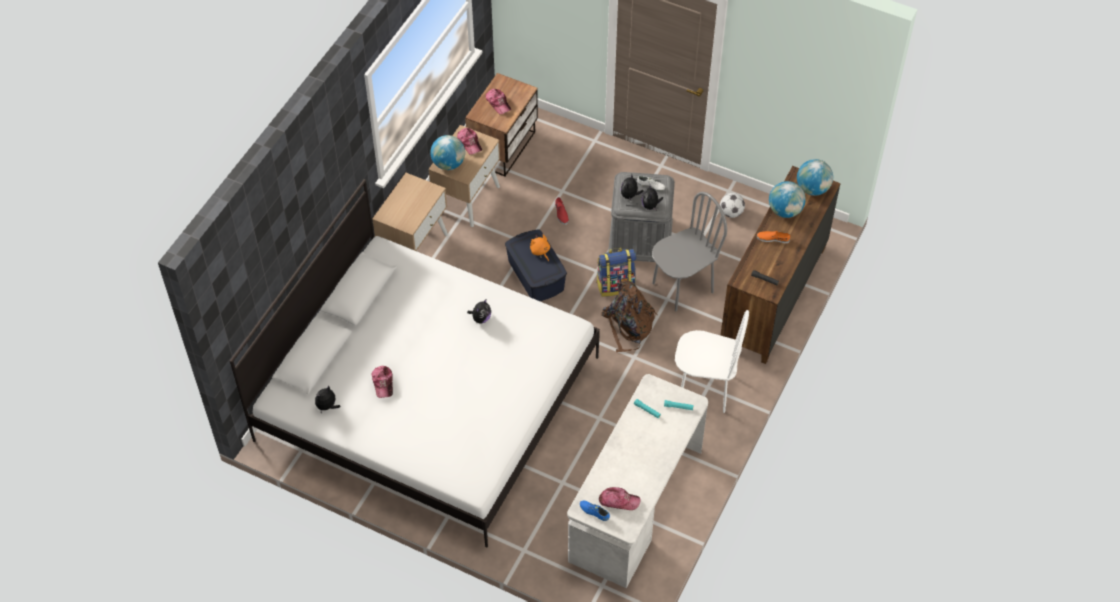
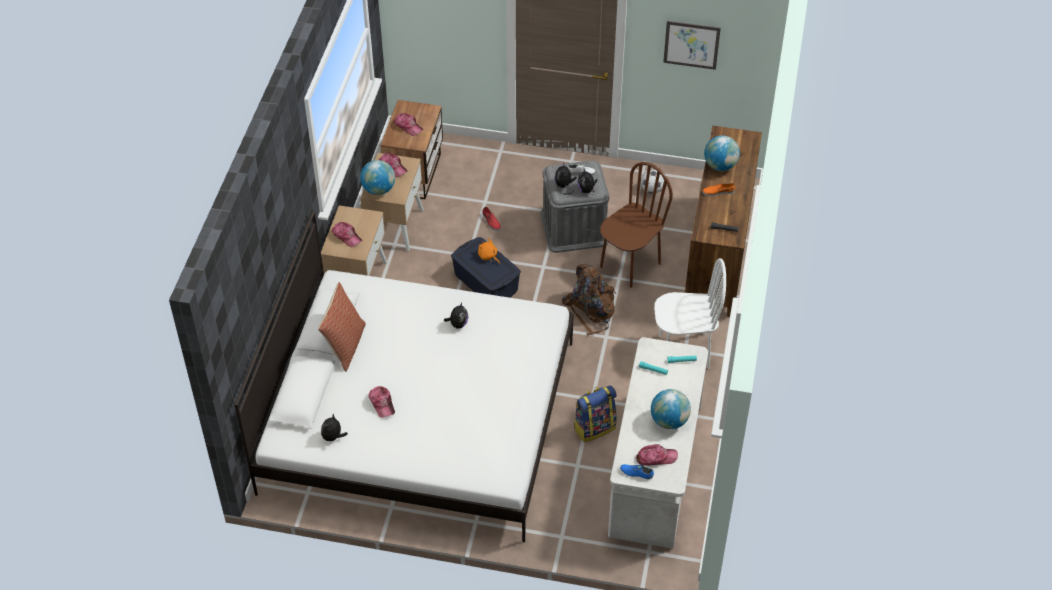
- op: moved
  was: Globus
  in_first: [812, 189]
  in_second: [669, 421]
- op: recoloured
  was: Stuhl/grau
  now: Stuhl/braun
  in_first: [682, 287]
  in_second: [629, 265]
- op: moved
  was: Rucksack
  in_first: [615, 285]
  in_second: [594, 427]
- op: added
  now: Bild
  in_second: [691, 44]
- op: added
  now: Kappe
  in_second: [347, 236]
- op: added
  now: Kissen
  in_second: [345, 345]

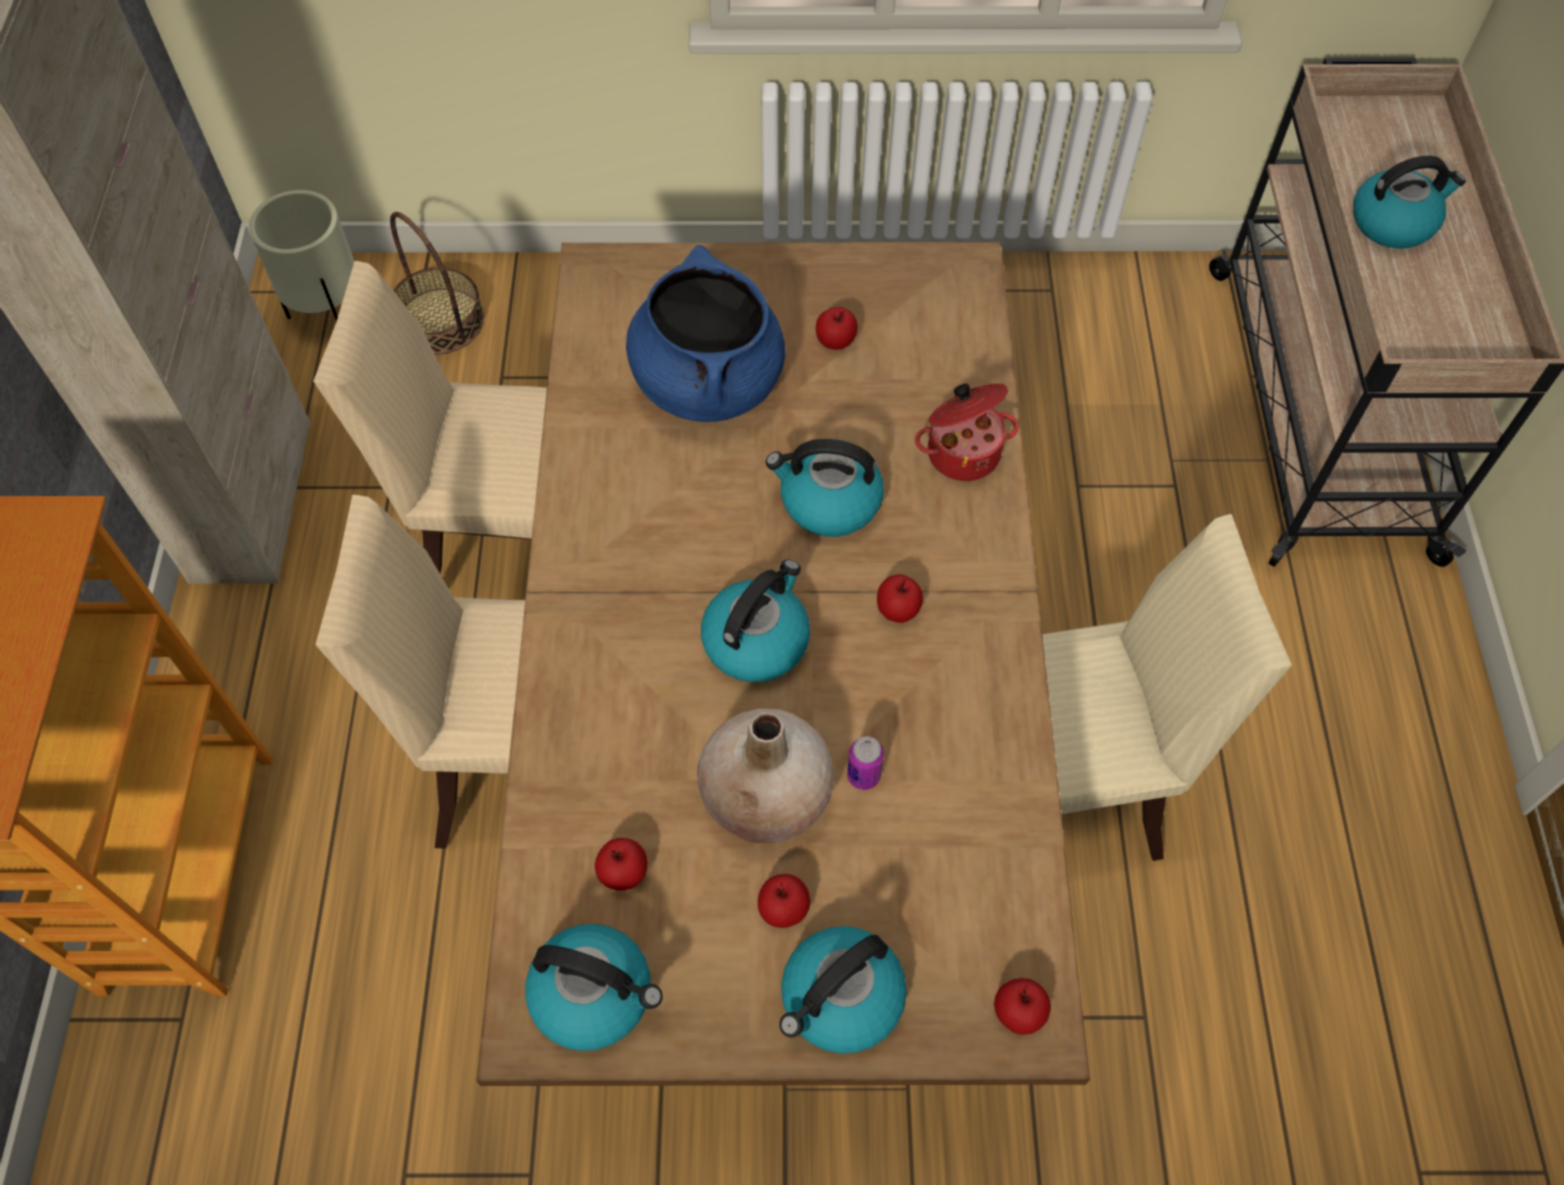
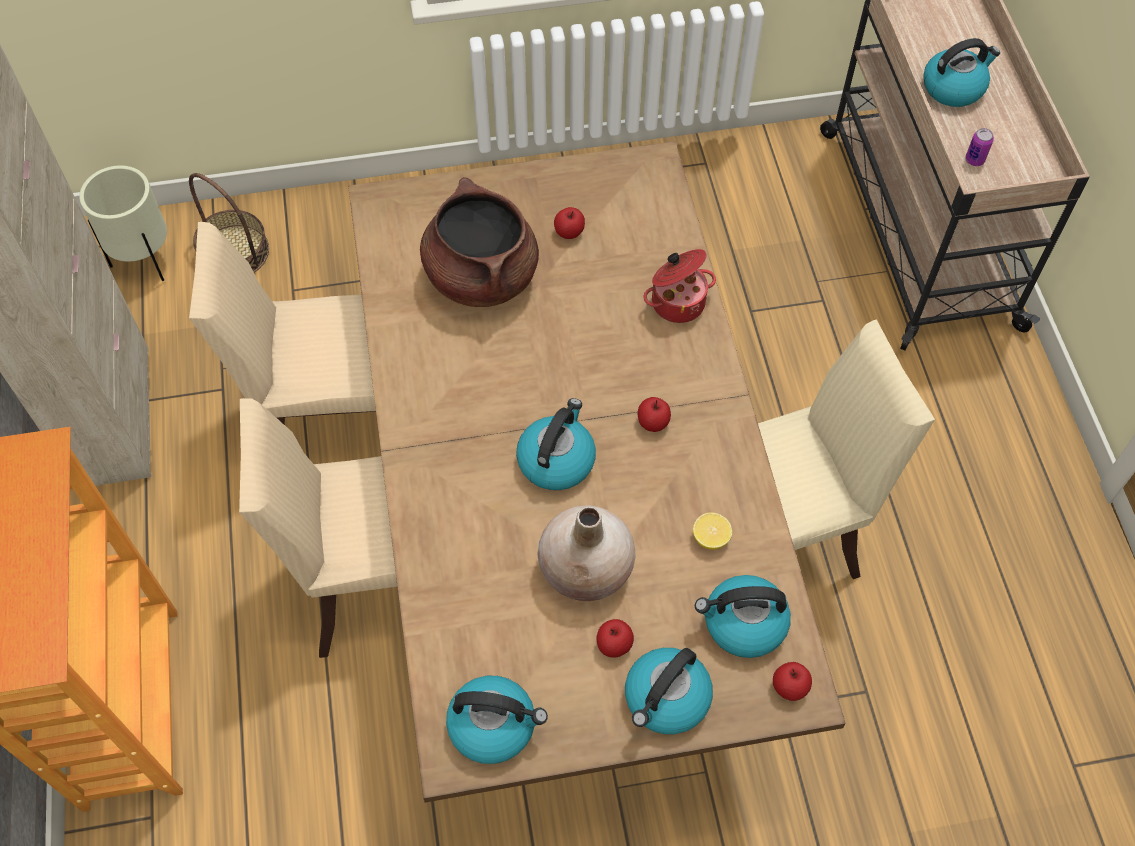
- op: recoloured
  was: Kochtopf/blau
  now: Kochtopf/braun
  in_first: [707, 382]
  in_second: [481, 276]
- op: moved
  was: Wasserkessel
  in_first: [828, 502]
  in_second: [743, 624]
- op: moved
  was: Dose
  in_first: [863, 775]
  in_second: [974, 160]
- op: removed
  was: Apfel
  in_first: [623, 872]
- op: added
  now: Zitrone
  in_second: [710, 538]

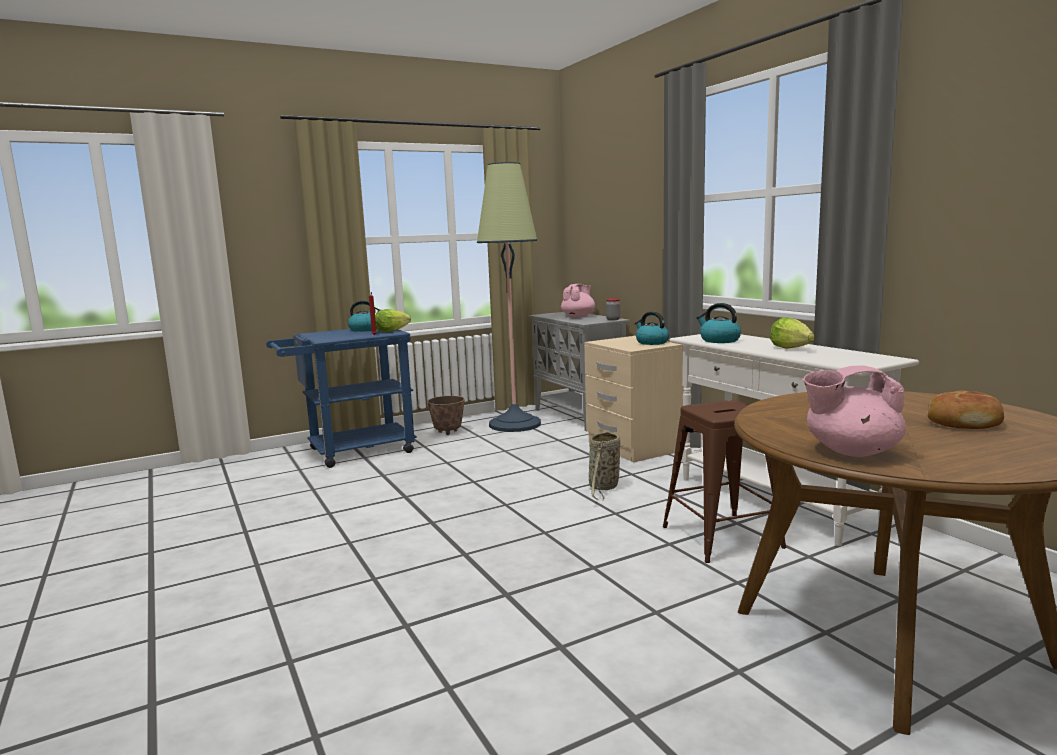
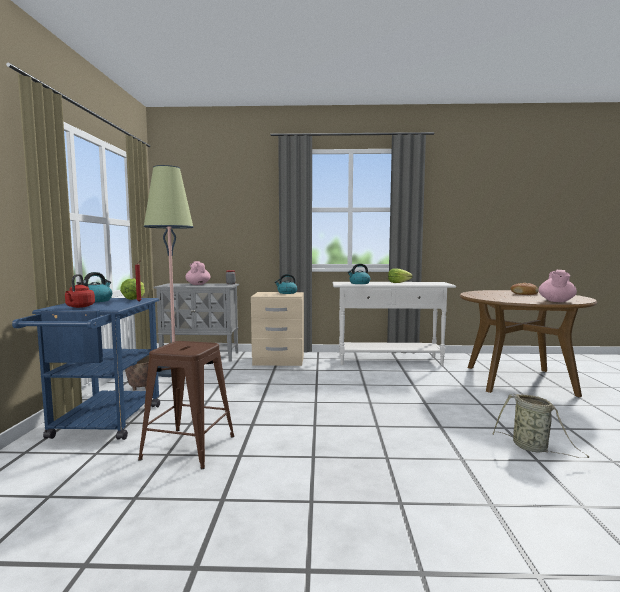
- op: moved
  was: Hocker/braun
  in_first: [721, 537]
  in_second: [189, 447]
- op: moved
  was: Korb
  in_first: [603, 487]
  in_second: [532, 448]
- op: added
  now: Wasserkessel/rot
  in_second: [79, 307]

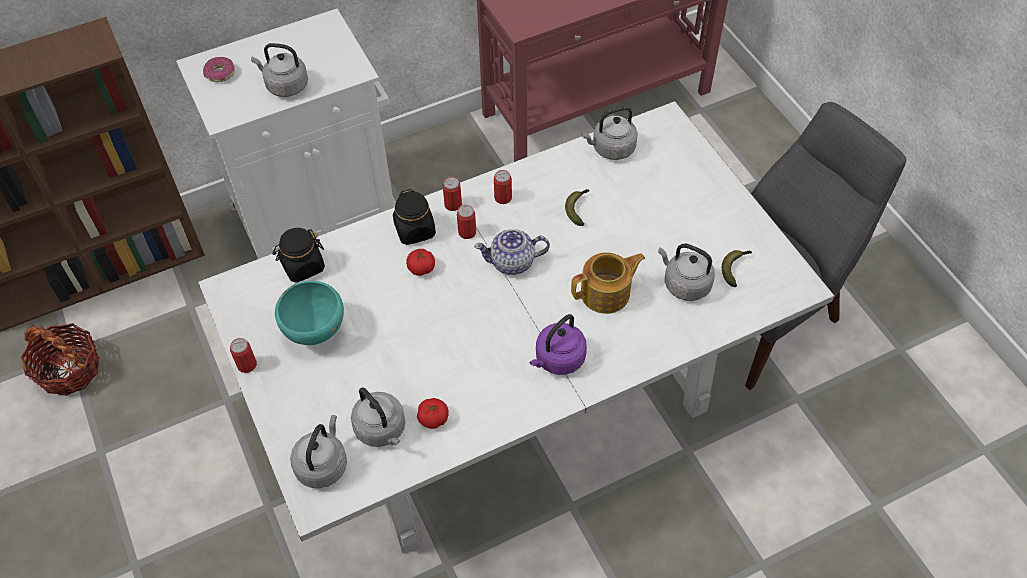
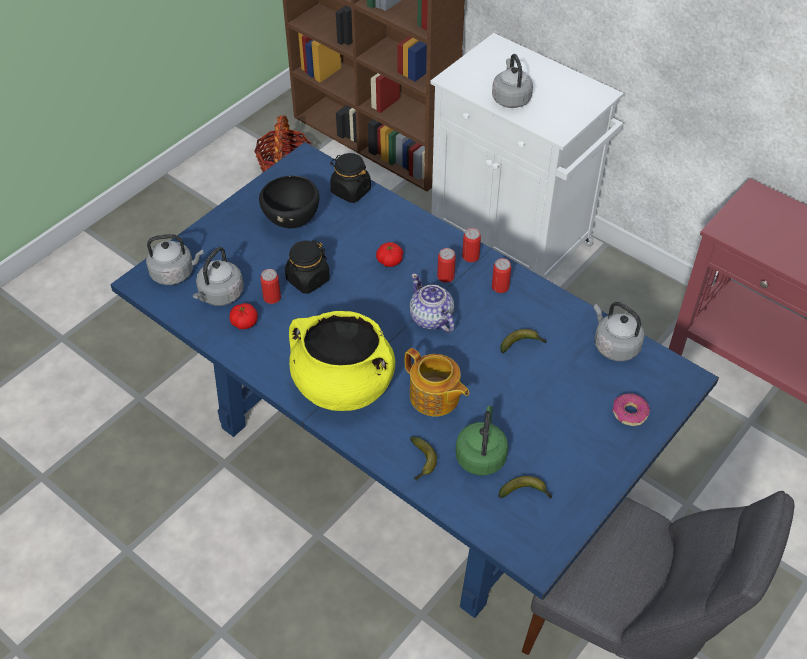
- op: moved
  was: Donut
  in_first: [220, 74]
  in_second: [629, 413]
- op: recoloured
  was: Esstisch/weiß
  now: Esstisch/blau
  in_first: [514, 402]
  in_second: [401, 452]
- op: moved
  was: Vorratsglas/schwarz
  in_first: [415, 230]
  in_second: [307, 280]
- op: recoloured
  was: Wasserkessel/grau
  now: Wasserkessel/grün
  in_first: [684, 284]
  in_second: [481, 455]
- op: recoloured
  was: Schüssel/türkis
  now: Schüssel/schwarz
  in_first: [315, 331]
  in_second: [292, 222]
- op: replaced
  was: Wasserkessel/lila
  now: Kochtopf/gelb
  in_first: [558, 359]
  in_second: [343, 385]
- op: moved
  was: Dose
  in_first: [247, 365]
  in_second: [272, 297]
- op: added
  now: Banane
  in_second: [421, 462]

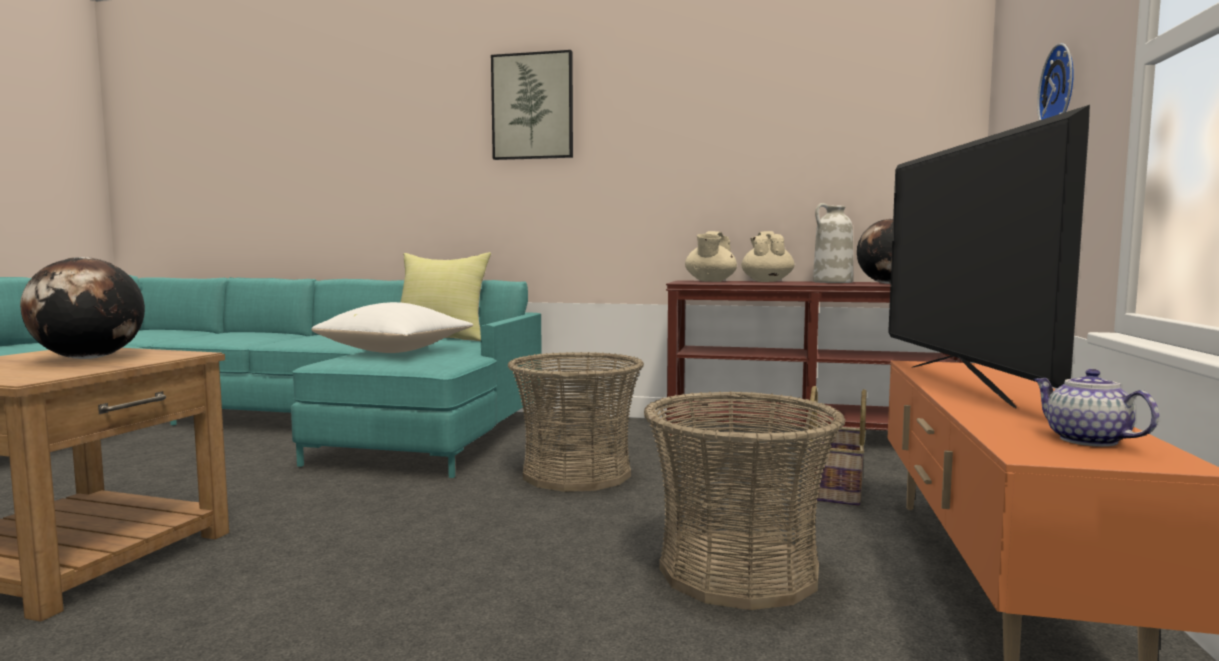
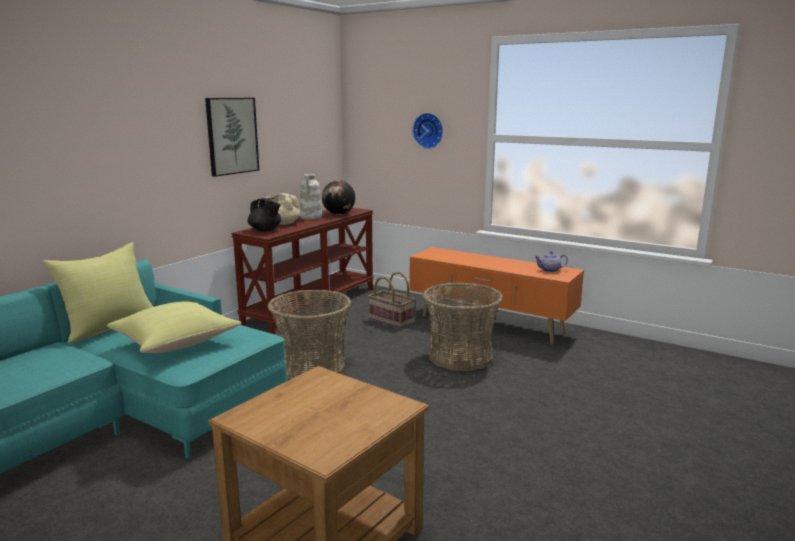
- op: moved
  was: Bild
  in_first: [533, 106]
  in_second: [232, 136]
- op: removed
  was: Fernseher
  in_first: [959, 385]
- op: recoloured
  was: Teekanne/beige
  now: Teekanne/schwarz
  in_first: [710, 281]
  in_second: [265, 230]
- op: removed
  was: Globus
  in_first: [89, 358]
- op: recoloured
  was: Kissen/weiß
  now: Kissen/gelb
  in_first: [396, 351]
  in_second: [176, 343]

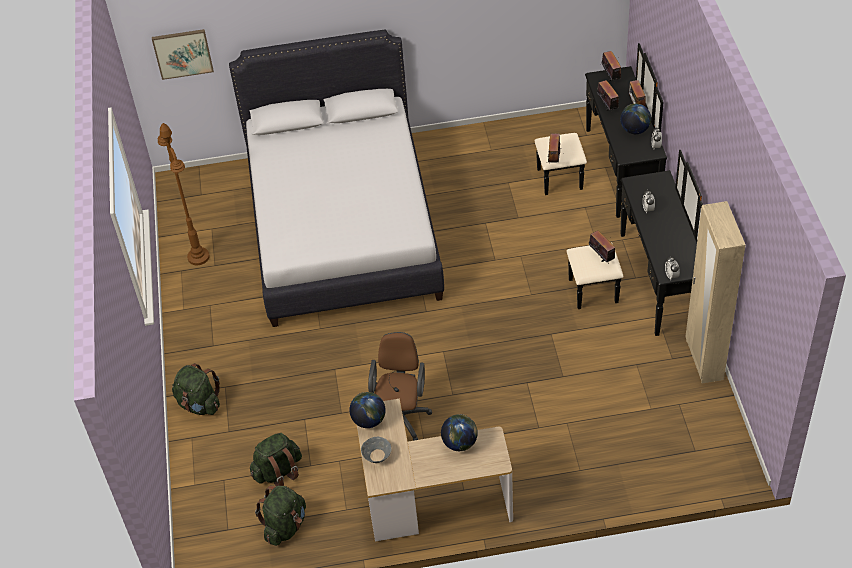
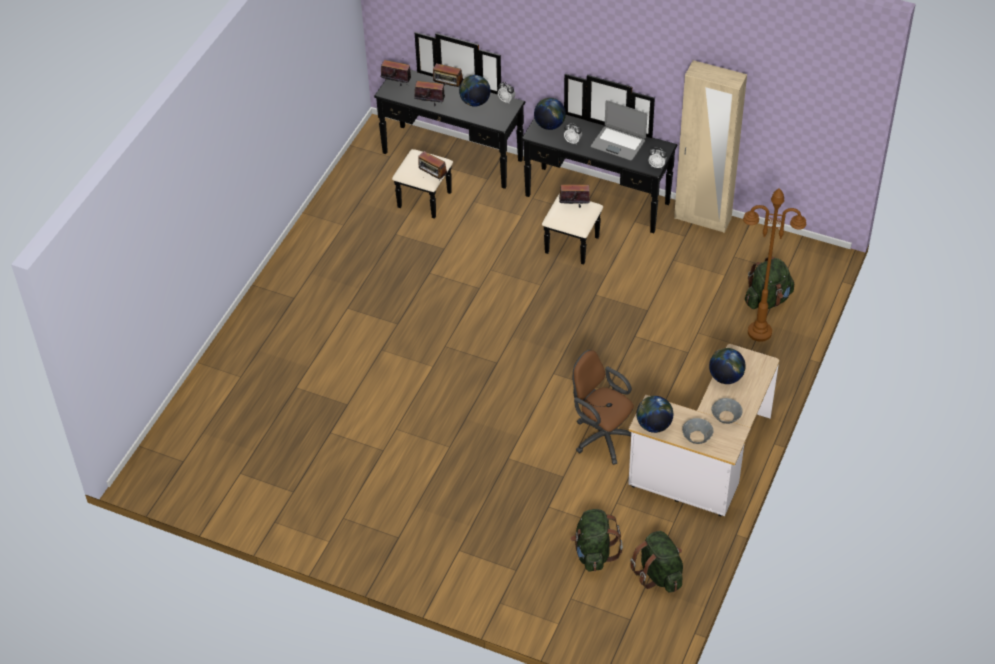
- op: removed
  was: Bild
  in_first: [182, 53]
- op: removed
  was: Bett/weiß
  in_first: [342, 226]
- op: moved
  was: Stehlampe/braun
  in_first: [198, 257]
  in_second: [759, 332]
- op: moved
  was: Rucksack/grün
  in_first: [199, 404]
  in_second: [767, 300]
- op: added
  now: Globus
  in_second: [549, 125]
- op: added
  now: Laptop
  in_second: [618, 143]
- op: added
  now: Schüssel/grau
  in_second: [726, 417]

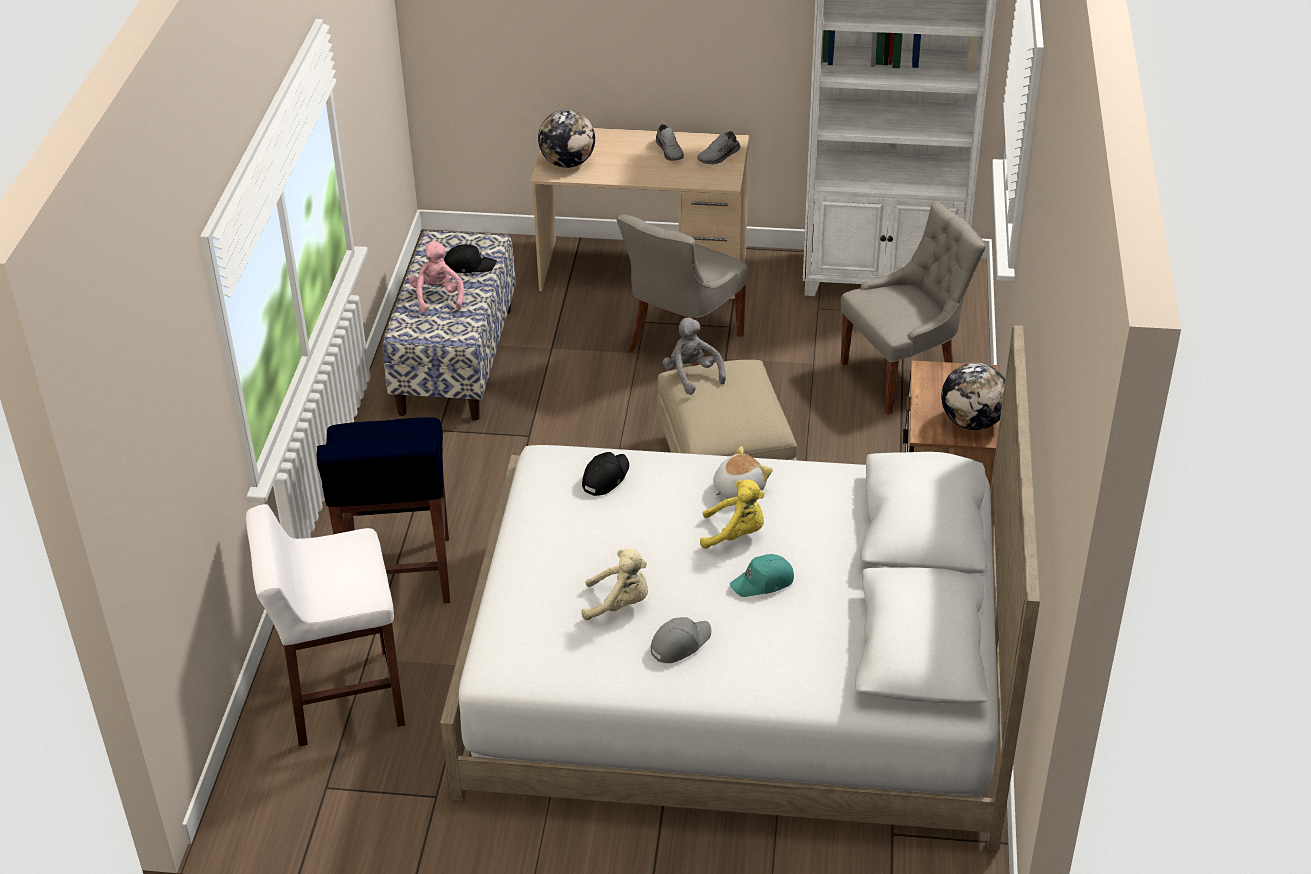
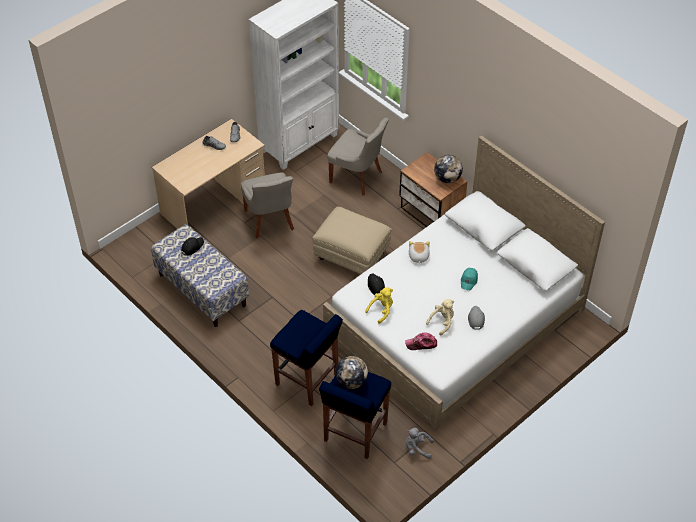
- op: moved
  was: Globus
  in_first: [568, 163]
  in_second: [351, 382]
- op: turned
  was: Stuhl/grau
  in_first: [903, 376]
  in_second: [357, 177]
  clockwise: 105
- op: removed
  was: Plüschtier/rosa
  in_first: [437, 297]
- op: moved
  was: Plüschtier/grau
  in_first: [692, 375]
  in_second: [417, 448]
- op: moved
  was: Plüschtier/gelb
  in_first: [735, 534]
  in_second: [381, 310]
- op: recoloured
  was: Hocker/weiß
  now: Hocker/blau
  in_first: [342, 697]
  in_second: [354, 433]
- op: added
  now: Kappe
  in_second: [421, 344]

